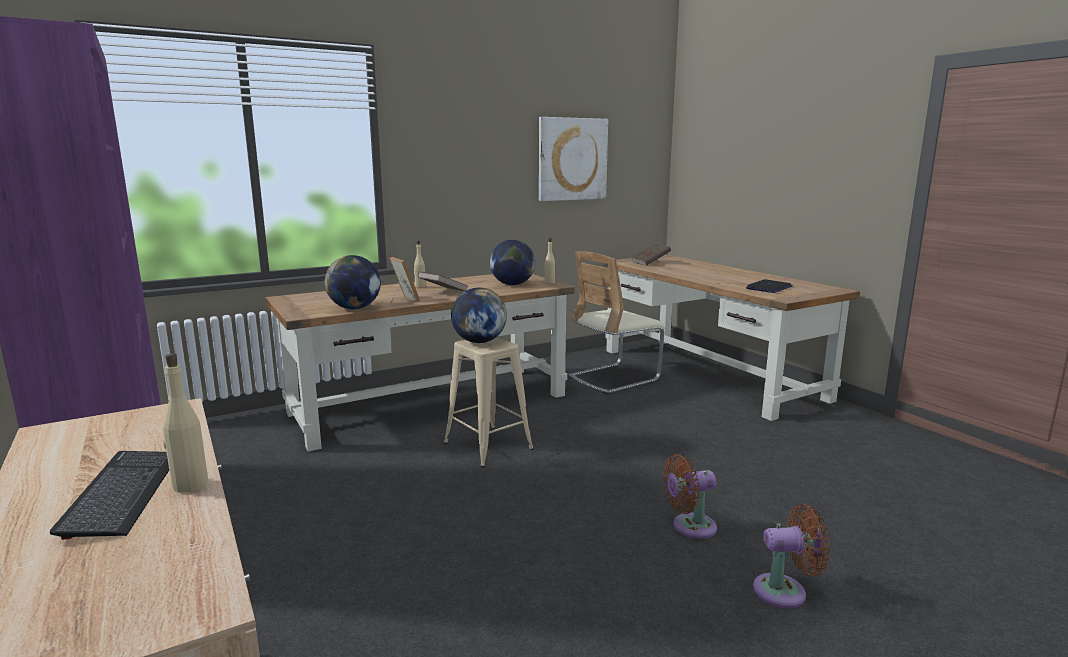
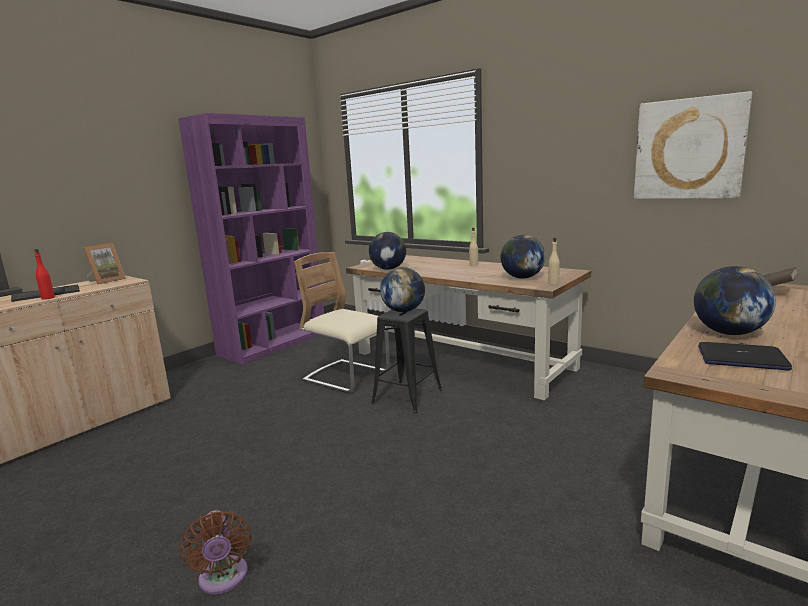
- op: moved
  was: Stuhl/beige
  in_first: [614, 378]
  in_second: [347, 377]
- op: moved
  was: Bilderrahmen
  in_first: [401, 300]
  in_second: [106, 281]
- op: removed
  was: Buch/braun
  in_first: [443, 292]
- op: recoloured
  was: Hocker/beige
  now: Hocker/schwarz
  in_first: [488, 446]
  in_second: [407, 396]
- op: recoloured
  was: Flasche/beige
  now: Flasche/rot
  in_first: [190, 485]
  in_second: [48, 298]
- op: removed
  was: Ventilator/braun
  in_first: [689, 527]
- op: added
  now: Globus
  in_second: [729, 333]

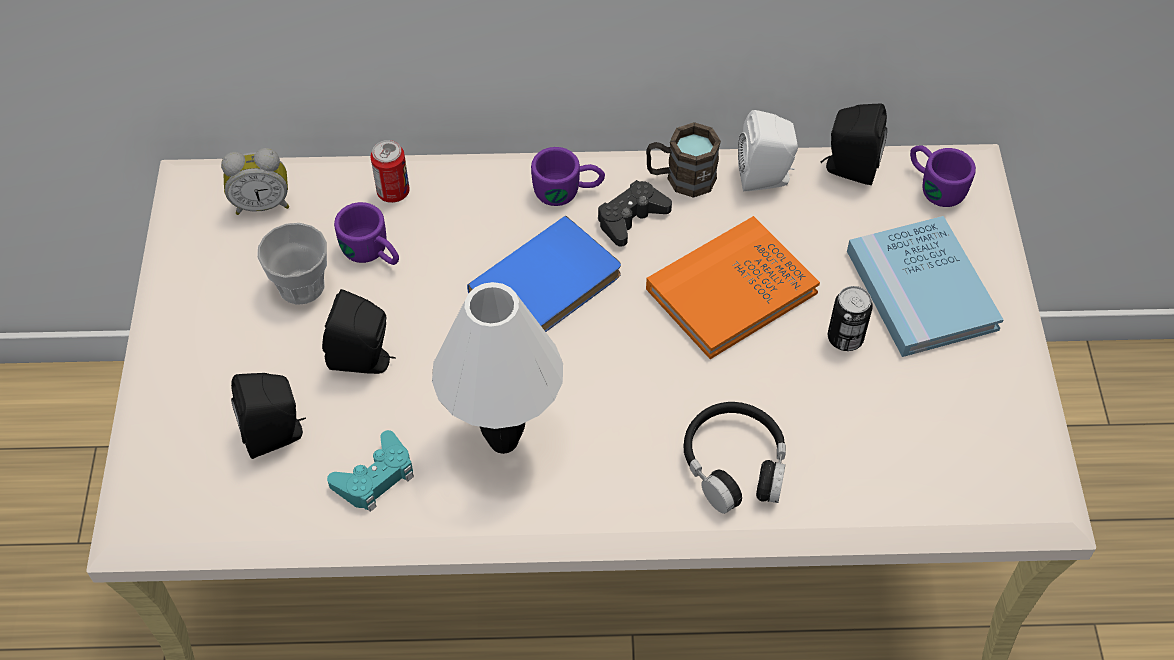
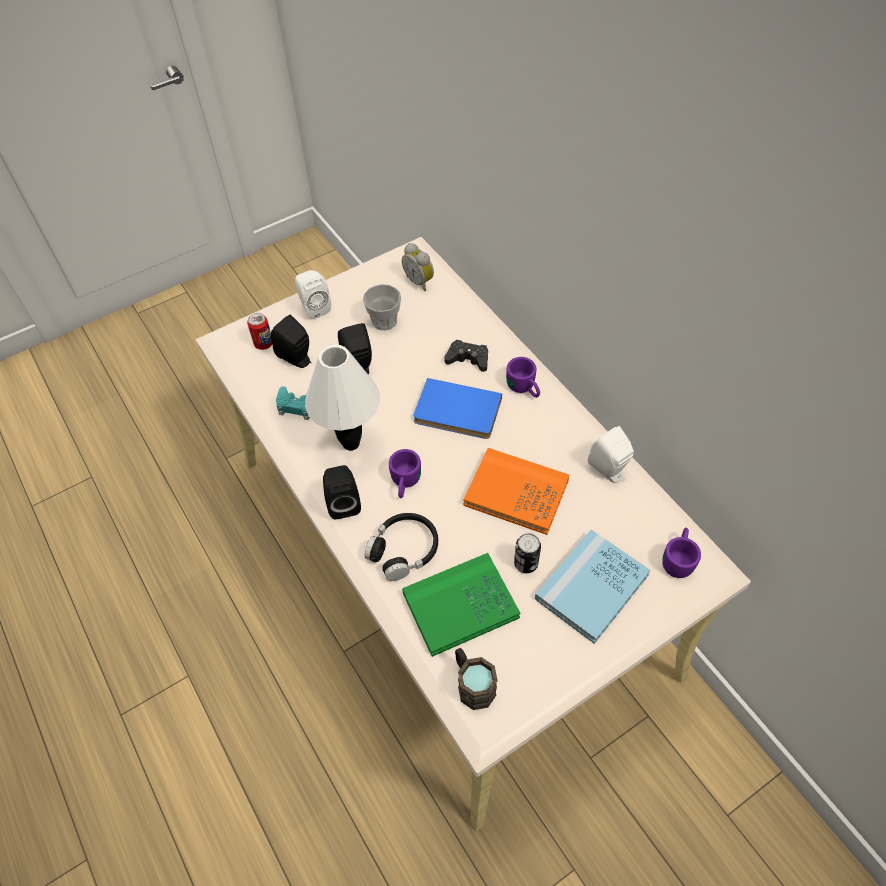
- op: moved
  was: Lautsprecher/schwarz
  in_first: [848, 168]
  in_second: [343, 503]
- op: moved
  was: Henkelbecher/braun
  in_first: [680, 178]
  in_second: [472, 683]
- op: moved
  was: Dose
  in_first: [393, 192]
  in_second: [263, 344]
- op: moved
  was: Gamepad/schwarz
  in_first: [631, 218]
  in_second: [468, 359]
- op: moved
  was: Henkelbecher/lila
  in_first: [373, 254]
  in_second: [404, 483]
- op: added
  now: Lautsprecher/weiß
  in_second: [314, 307]
- op: added
  now: Buch/grün
  in_second: [460, 605]

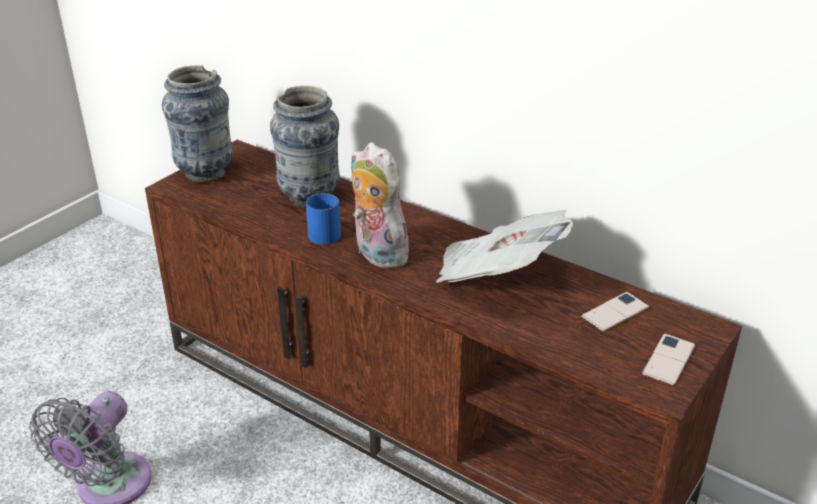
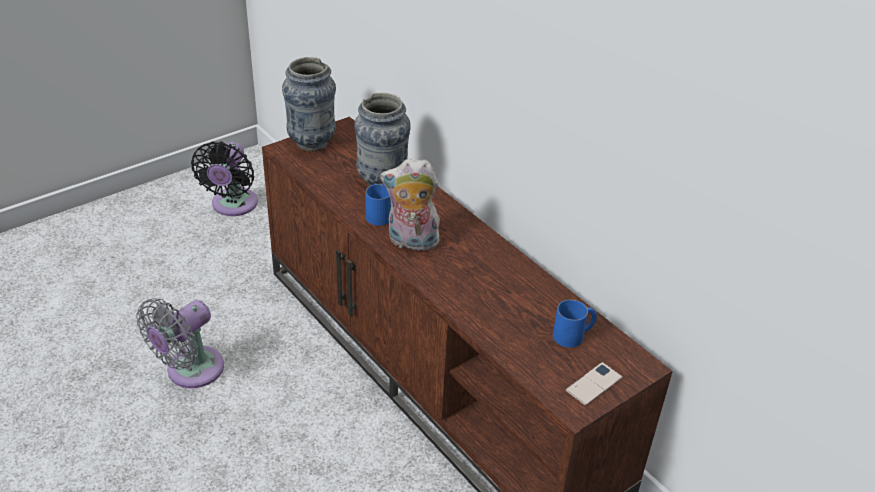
- op: turned
  was: Plüschtier
  in_first: [376, 254]
  in_second: [411, 242]
  clockwise: -60
- op: removed
  was: Zeitung
  in_first: [497, 275]
- op: replaced
  was: Handy
  now: Henkelbecher/blau
  in_first: [615, 312]
  in_second: [573, 335]
- op: added
  now: Ventilator/schwarz
  in_second: [233, 206]

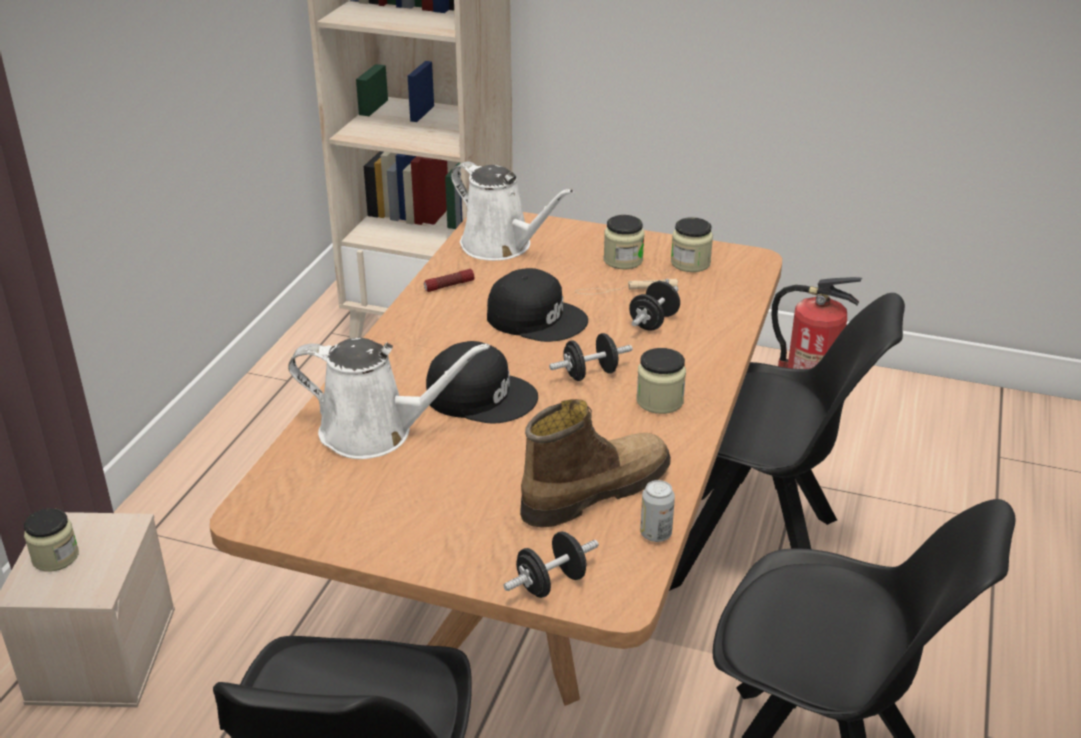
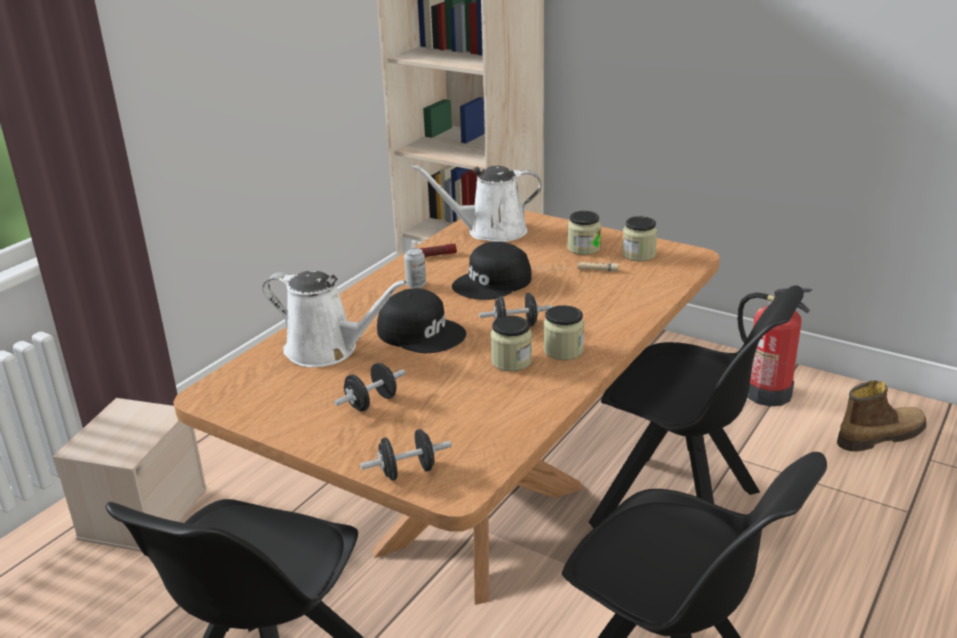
- op: turned
  was: Gießkanne/weiß
  in_first: [501, 246]
  in_second: [491, 231]
  clockwise: 120
- op: turned
  was: Kappe/schwarz
  in_first: [536, 317]
  in_second: [493, 283]
  clockwise: 105
- op: moved
  was: Hantel/schwarz
  in_first: [653, 322]
  in_second: [371, 403]
- op: moved
  was: Stiefel
  in_first: [594, 491]
  in_second: [879, 436]
- op: moved
  was: Dose
  in_first: [655, 534]
  in_second: [416, 285]
- op: moved
  was: Vorratsglas
  in_first: [55, 557]
  in_second: [511, 361]

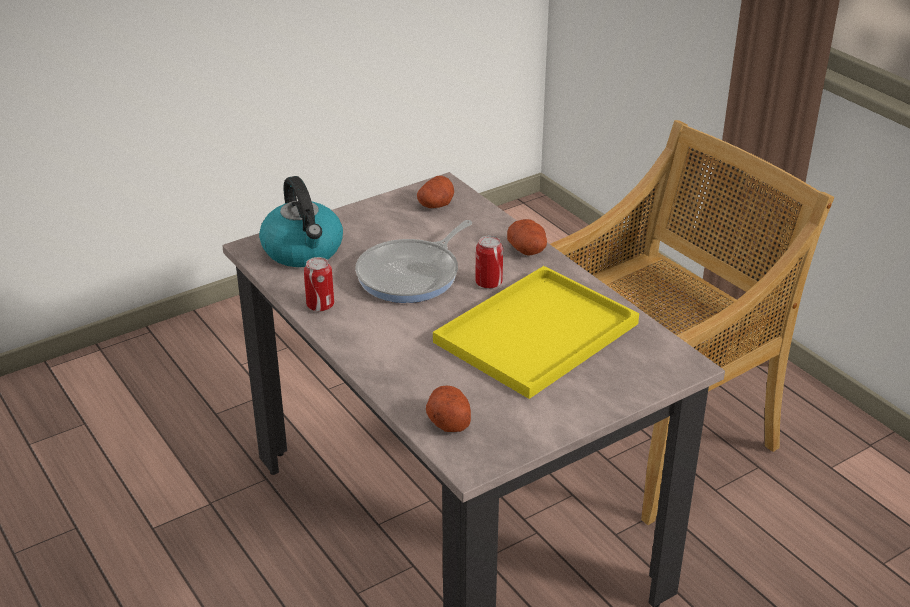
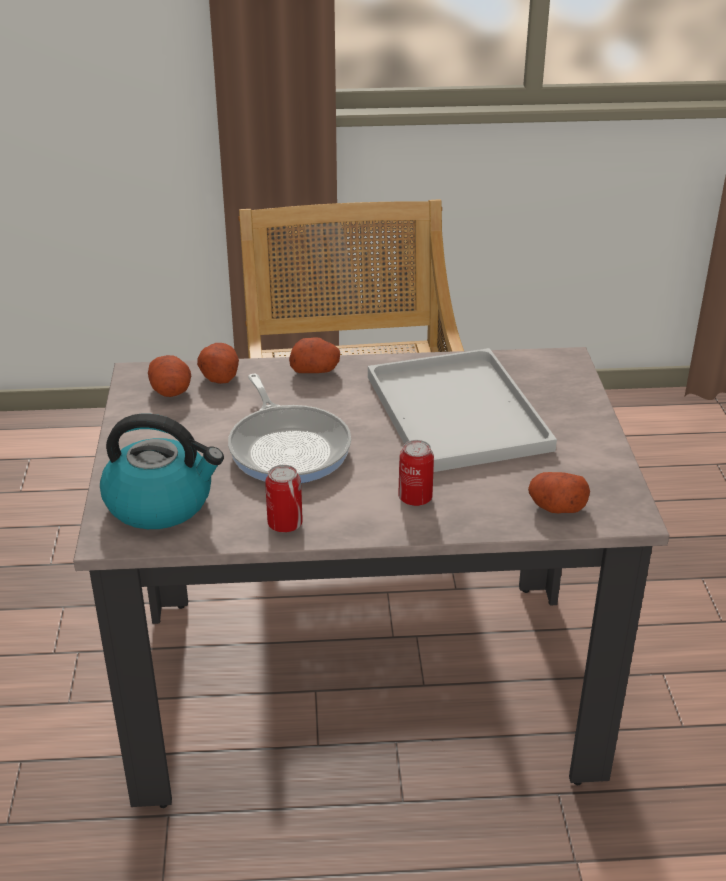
- op: moved
  was: Dose
  in_first: [488, 283]
  in_second: [415, 498]
- op: recoloured
  was: Tablett/gelb
  now: Tablett/weiß
  in_first: [535, 335]
  in_second: [460, 414]
- op: added
  now: Kartoffel
  in_second: [219, 375]

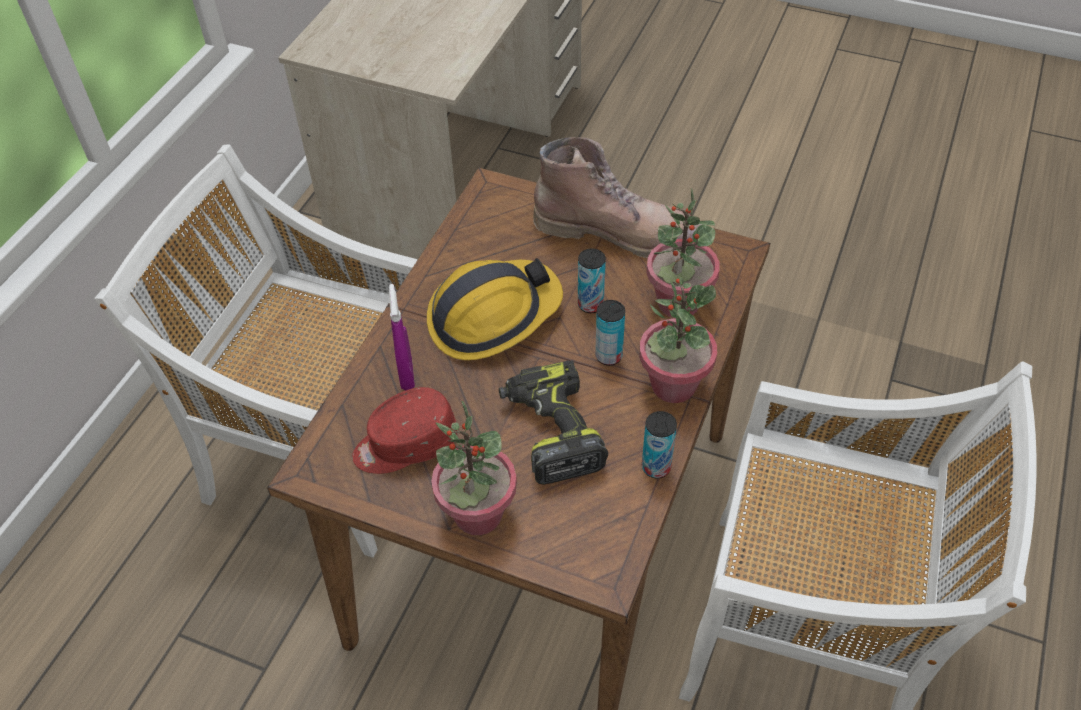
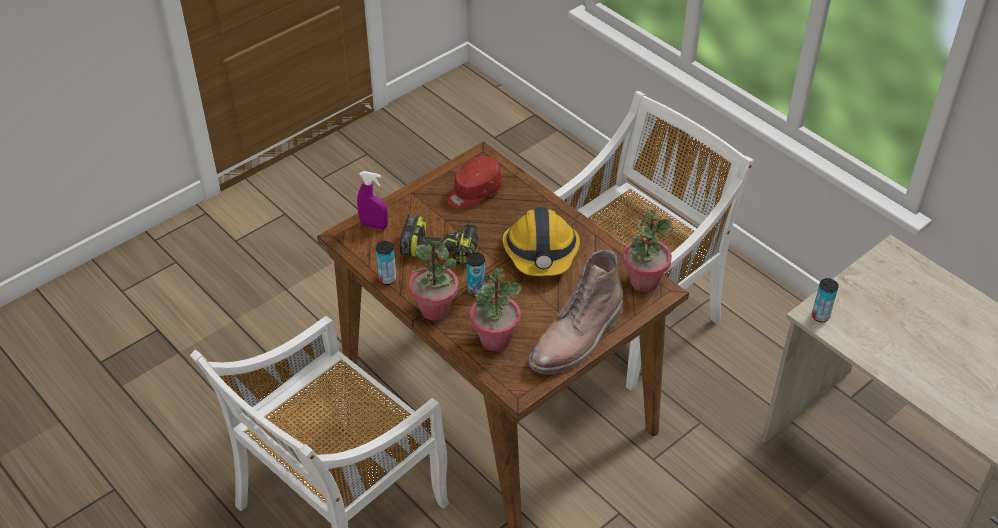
- op: moved
  was: Dose
  in_first: [590, 304]
  in_second: [820, 316]
- op: moved
  was: Sprühflasche/lila
  in_first: [406, 375]
  in_second: [374, 225]
- op: turned
  was: Kappe/rot
  in_first: [405, 444]
  in_second: [473, 192]
  clockwise: -135
- op: moved
  was: Topfpflanze
  in_first: [477, 514]
  in_second: [643, 281]

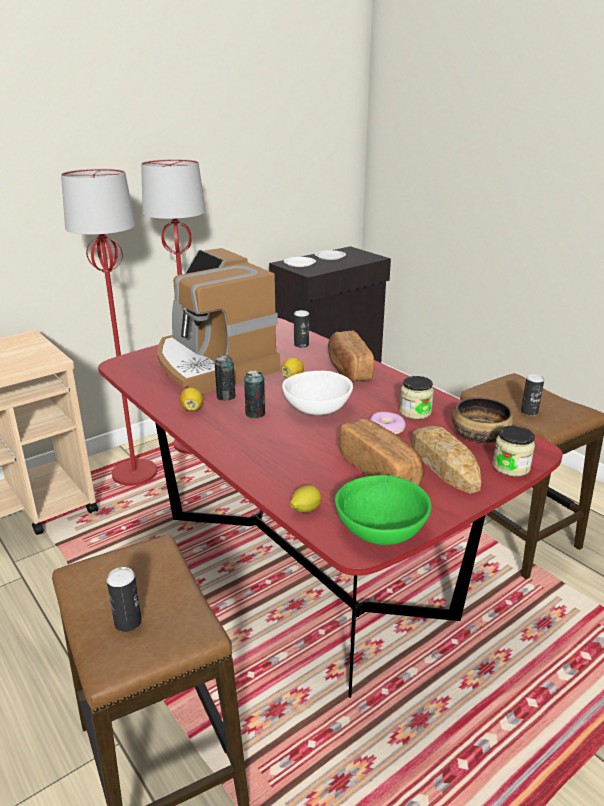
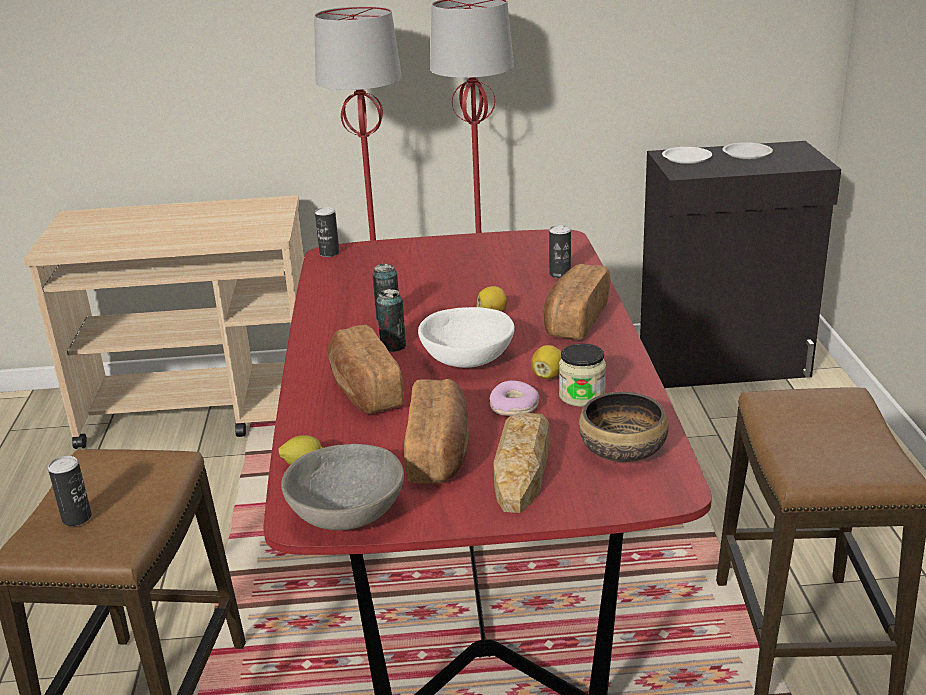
- op: removed
  was: Kaffeemaschine
  in_first: [212, 365]
- op: moved
  was: Dose
  in_first: [529, 412]
  in_second: [329, 253]
- op: moved
  was: Zitrone
  in_first: [192, 409]
  in_second: [548, 376]
- op: removed
  was: Vorratsglas
  in_first: [511, 467]
- op: recoloured
  was: Schüssel/grün
  now: Schüssel/grau
  in_first: [379, 530]
  in_second: [347, 513]
- op: added
  now: Brot
  in_second: [364, 390]

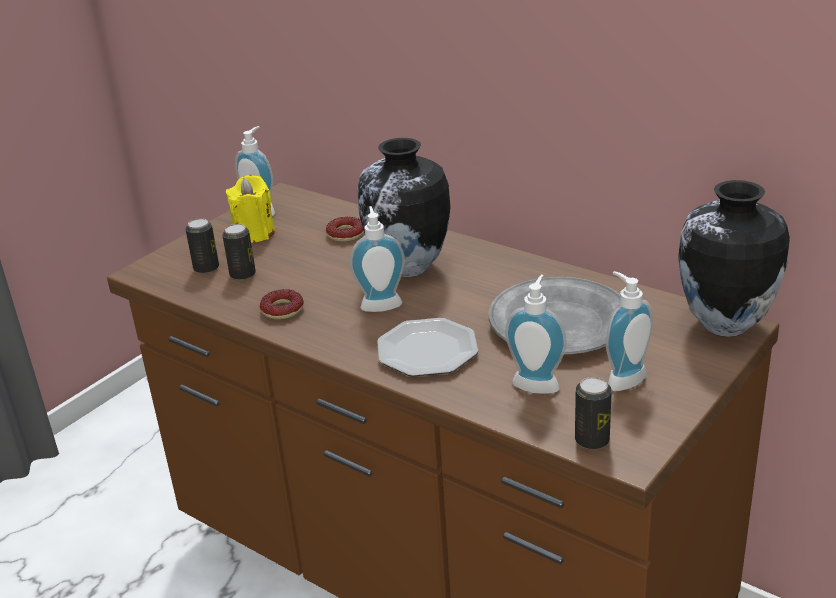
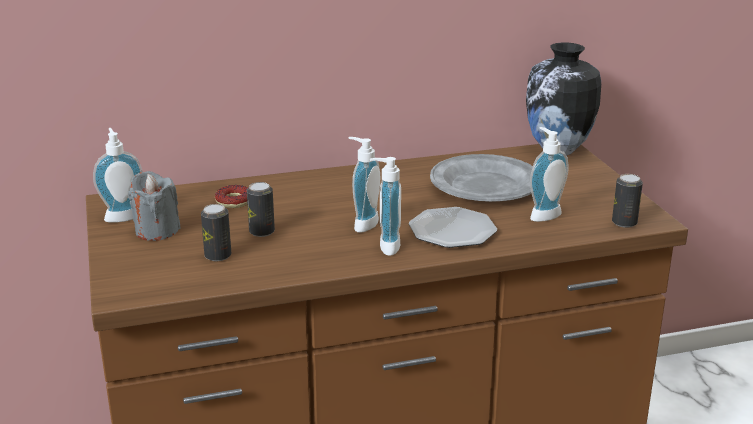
- op: removed
  was: Vase
  in_first: [408, 268]
- op: recoloured
  was: Kerze/gelb
  now: Kerze/grau
  in_first: [254, 233]
  in_second: [157, 231]
- op: moved
  was: Dose
  in_first: [206, 268]
  in_second: [262, 232]
- op: moved
  was: Seifenspender
  in_first: [623, 378]
  in_second: [385, 246]
- op: removed
  was: Donut
  in_first: [282, 310]

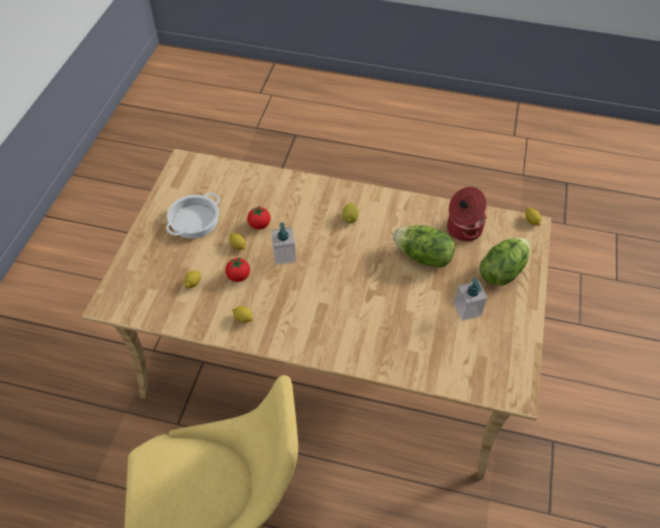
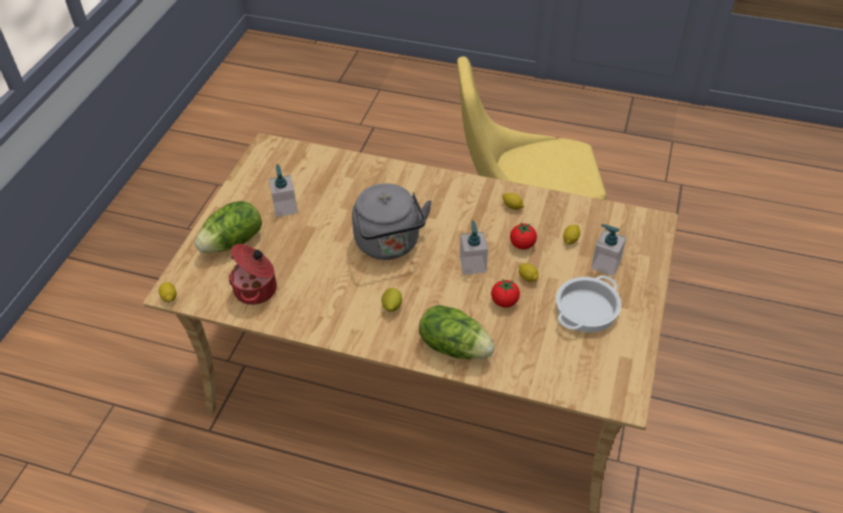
- op: moved
  was: Salatkopf
  in_first: [423, 257]
  in_second: [454, 346]
- op: added
  now: Wasserkessel/grau
  in_second: [389, 244]
- op: added
  now: Seifenspender
  in_second: [605, 264]

